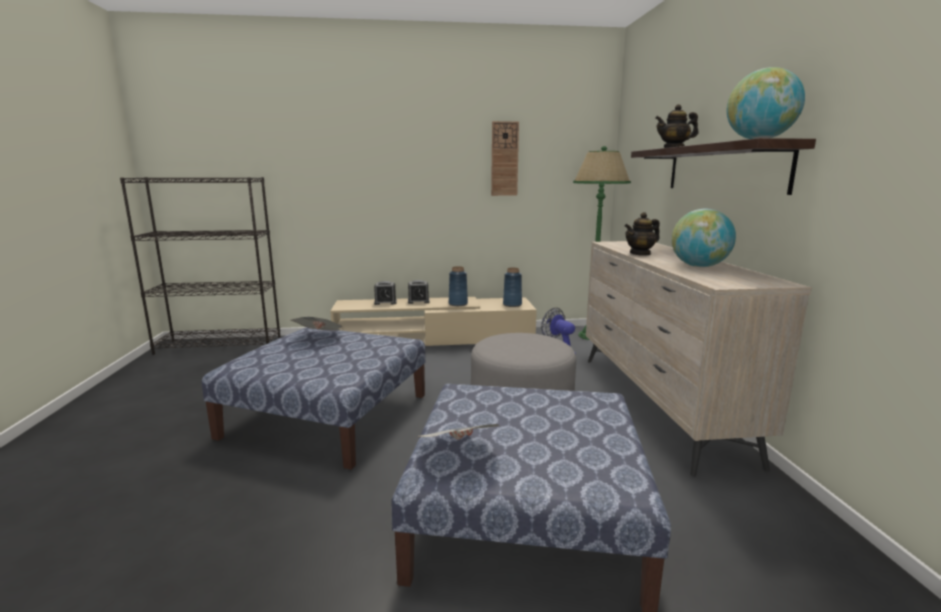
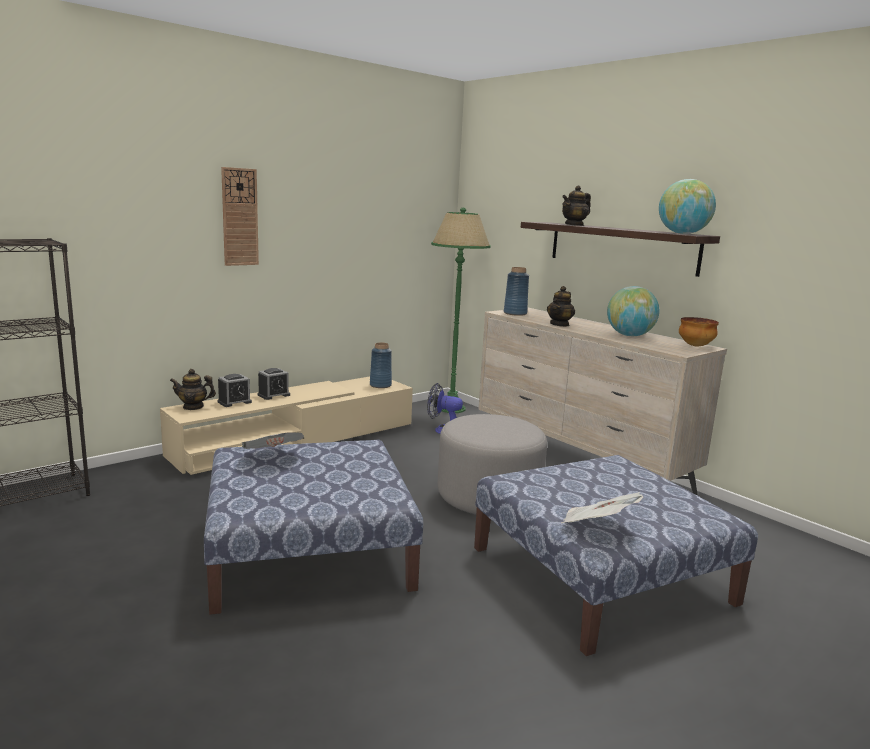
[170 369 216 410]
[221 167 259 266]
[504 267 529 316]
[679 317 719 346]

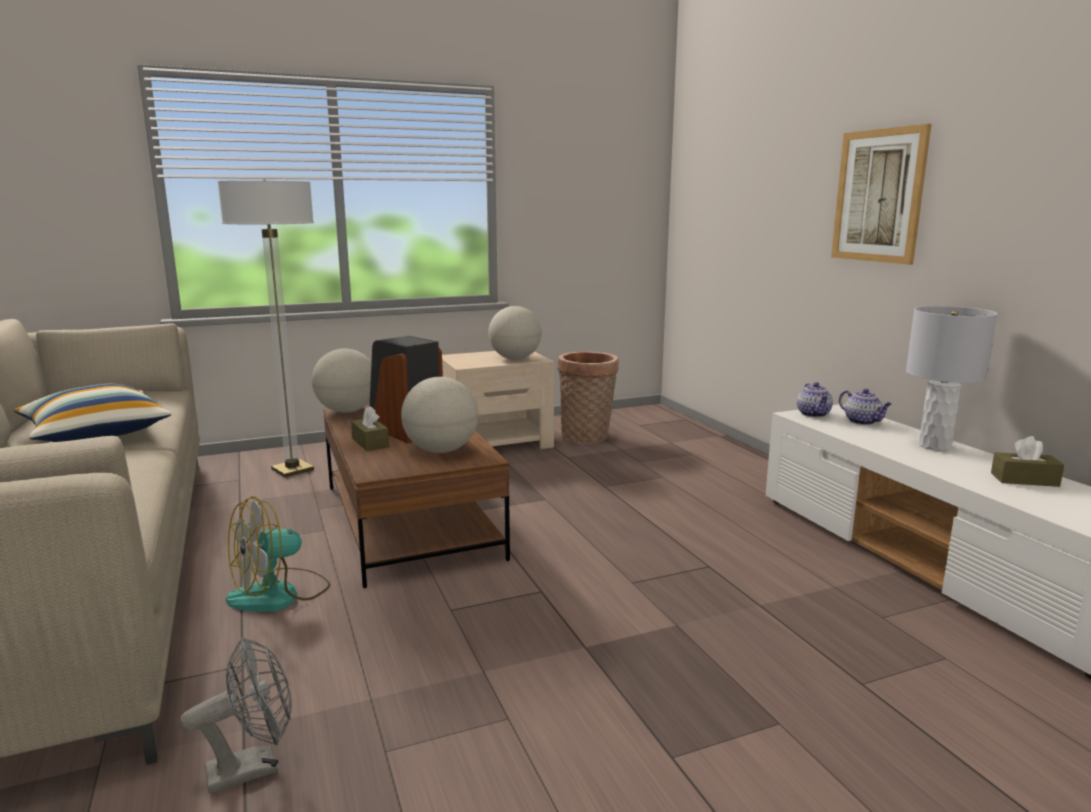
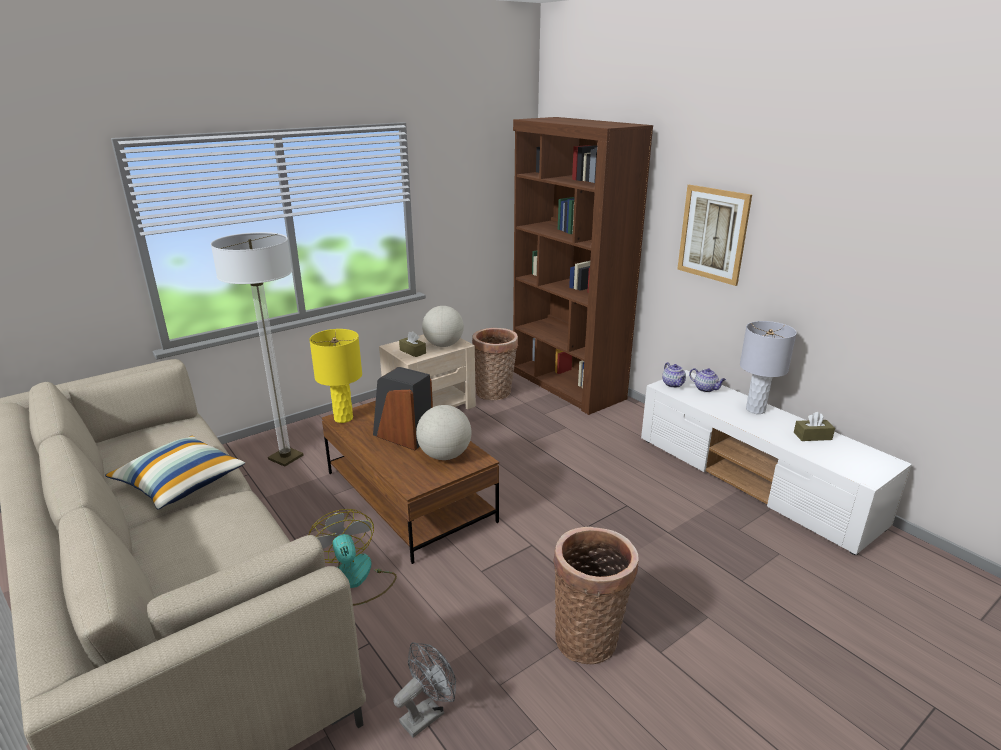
[308 509 397 606]
[309 329 362 423]
[399 331 426 357]
[513 117 653 415]
[553 527 639 664]

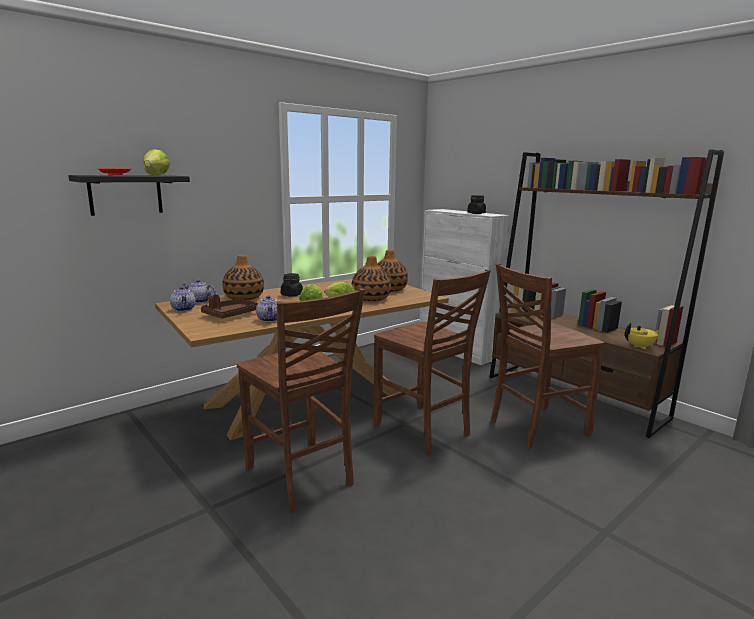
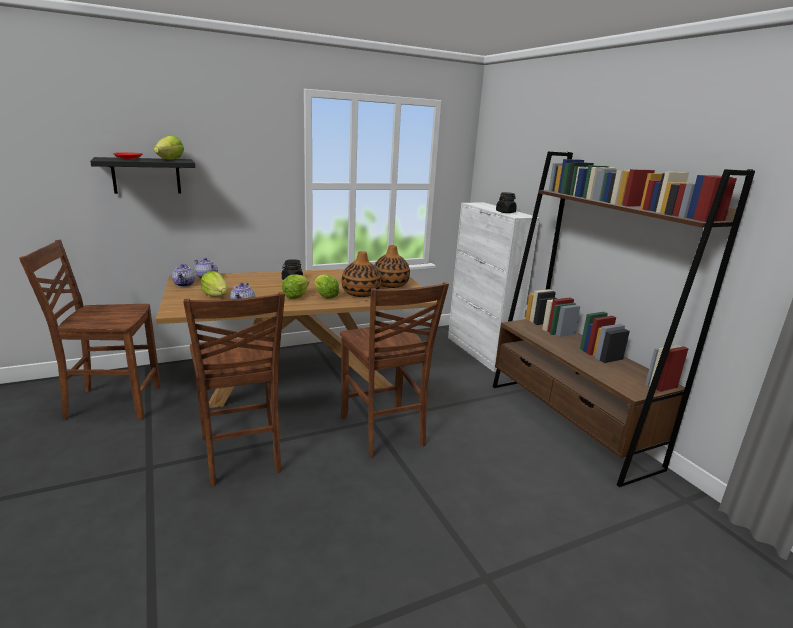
[19 240 161 420]
[201 271 227 297]
[222 255 264 300] (first image)
[625 323 660 350] (first image)

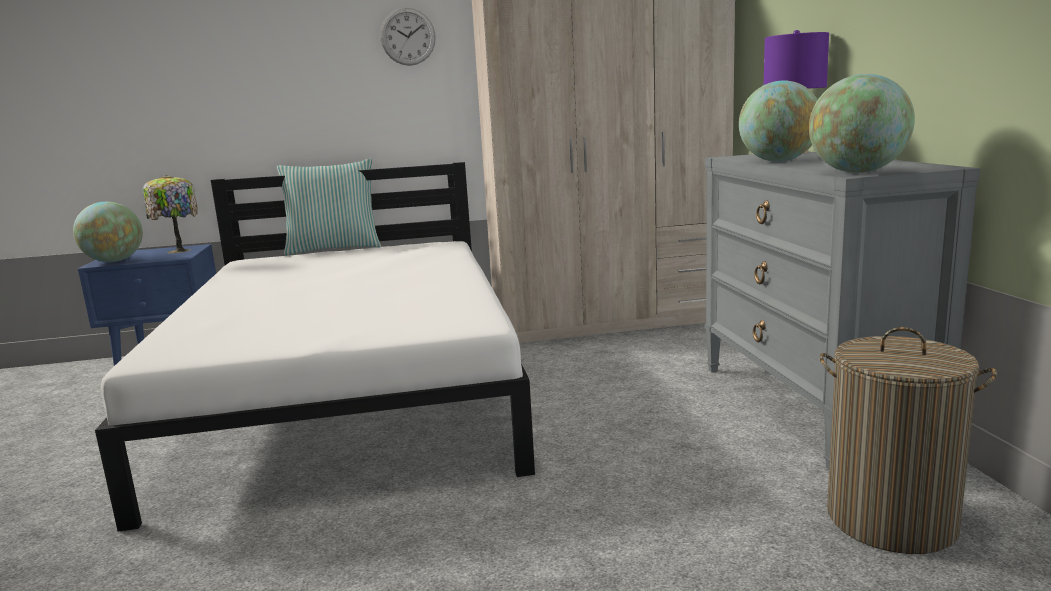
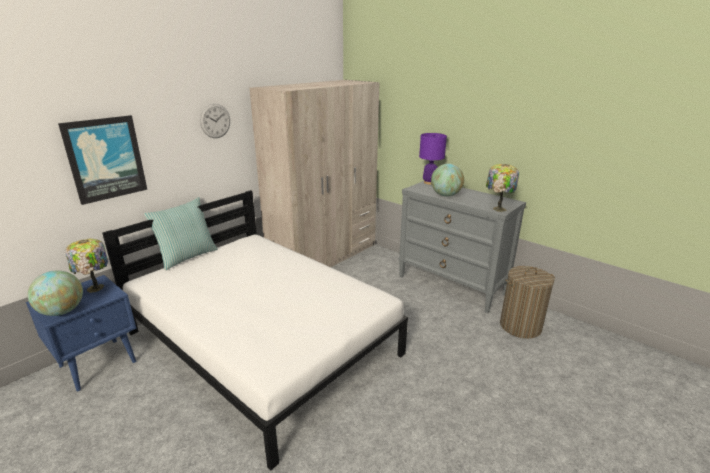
[58 115 147 205]
[486 164 519 212]

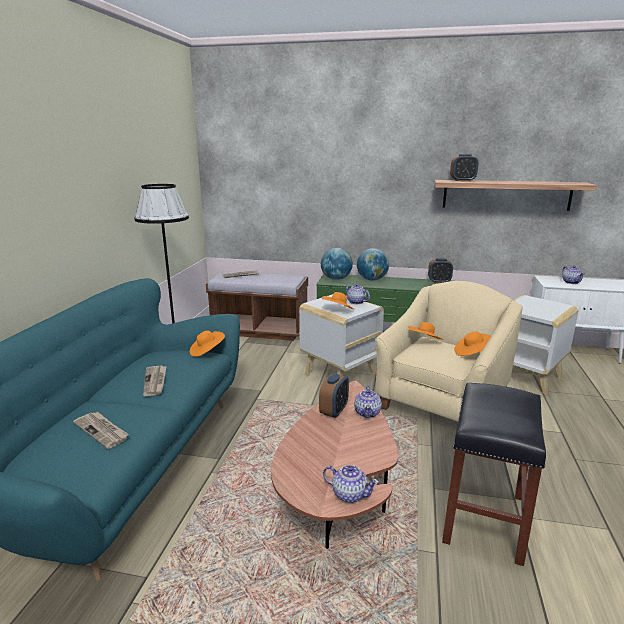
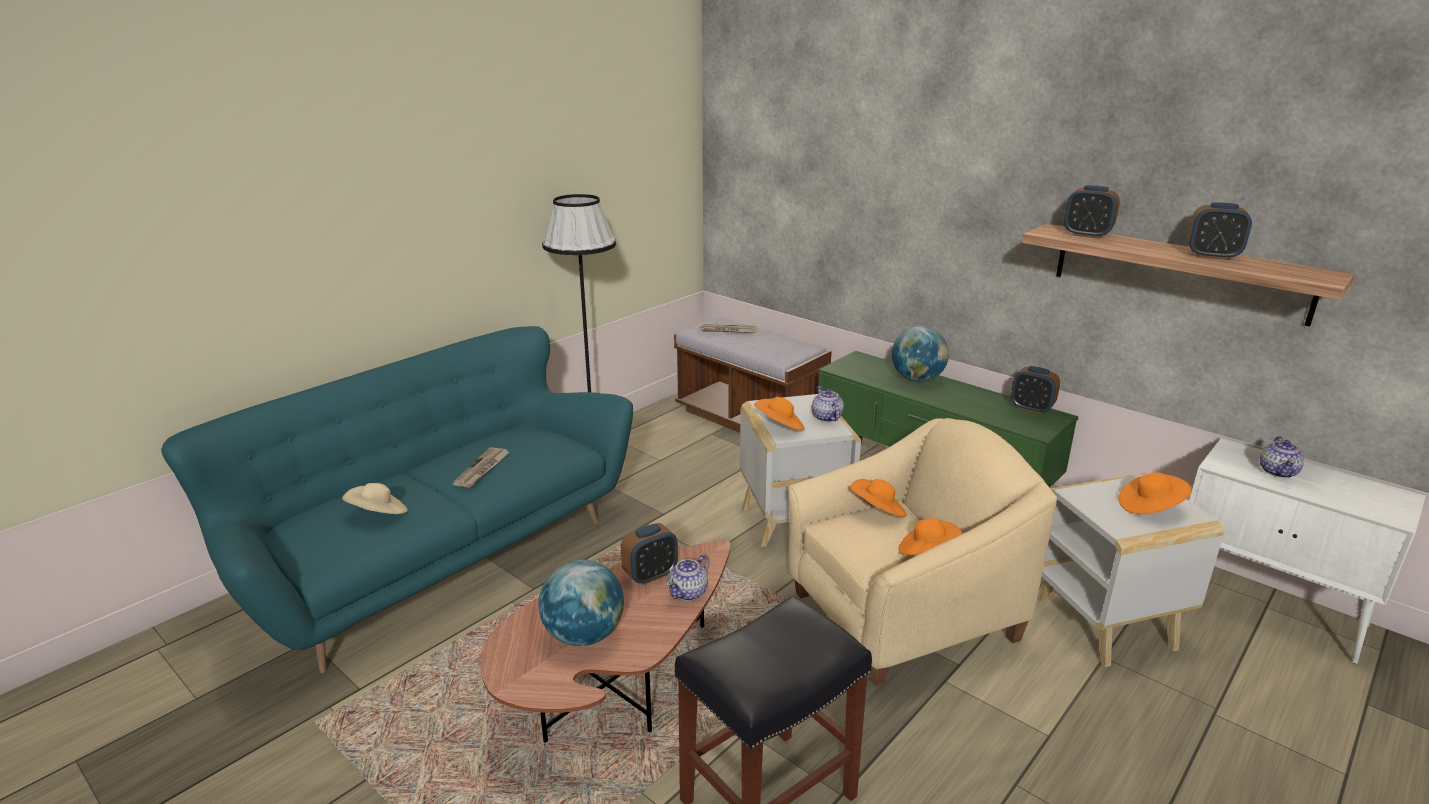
[342 483 408 514]
[538 560 624 646]
[1118 472 1192 514]
[1187 202 1252 260]
[323 465 379 503] (first image)

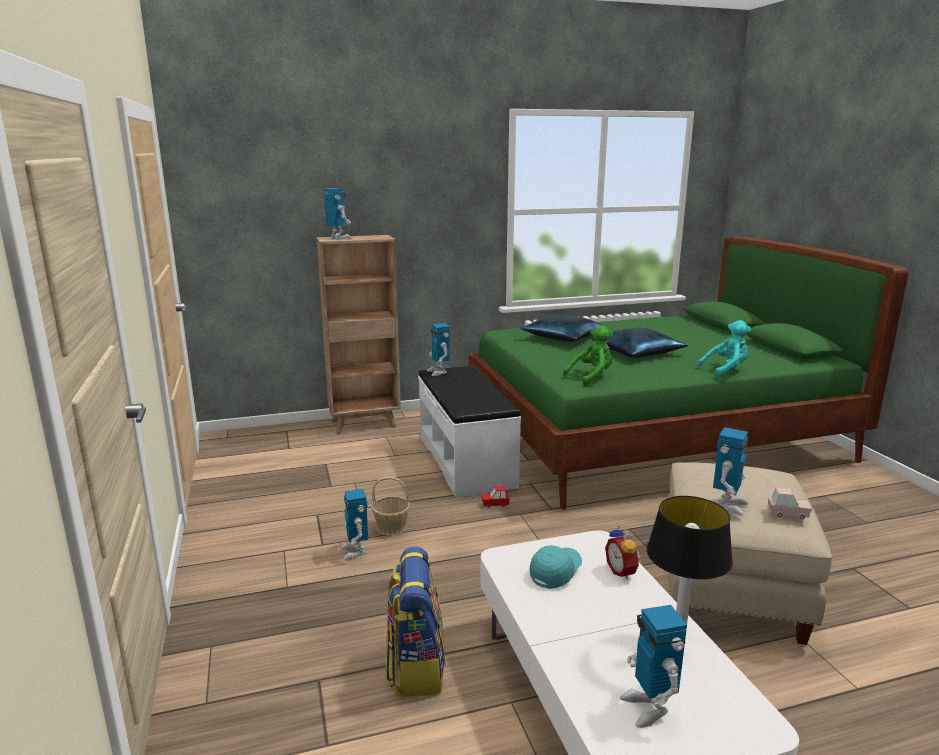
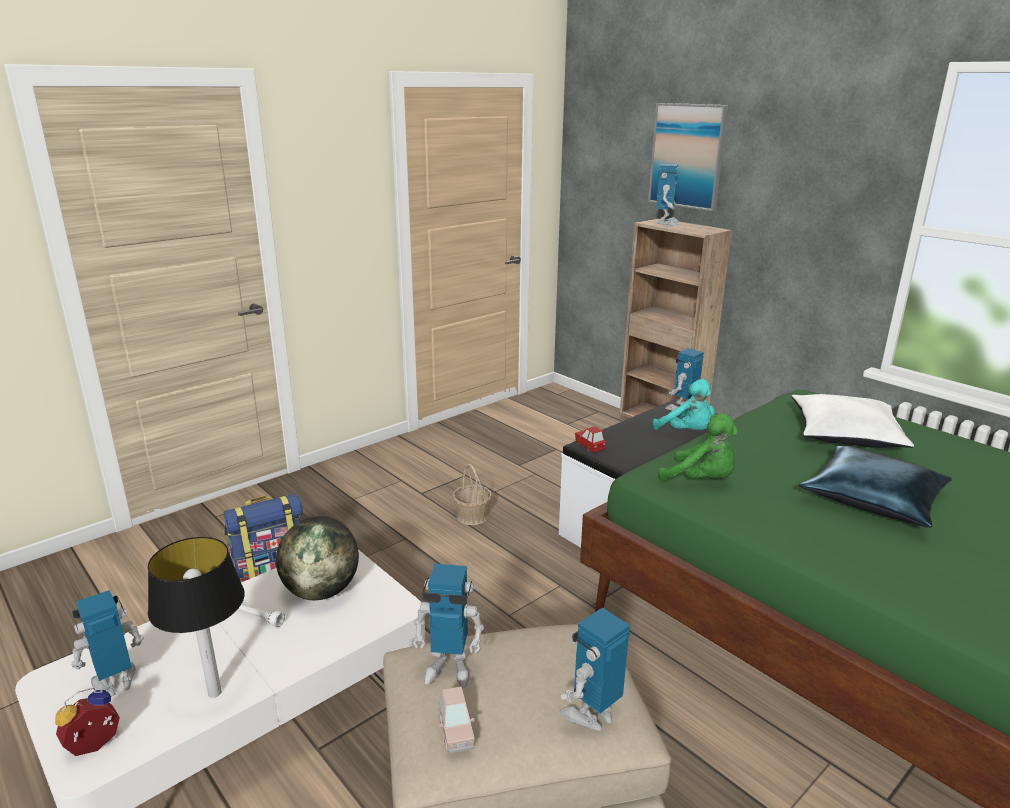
[55 687 120 756]
[237 604 285 627]
[276 516 359 600]
[560 607 630 731]
[575 426 606 452]
[648 103 728 211]
[653 379 715 430]
[792 394 914 448]

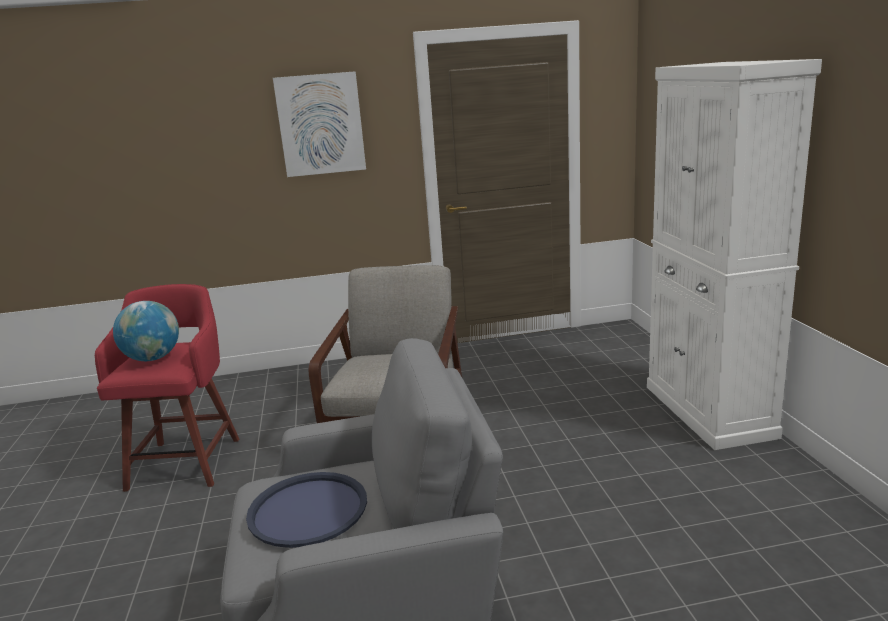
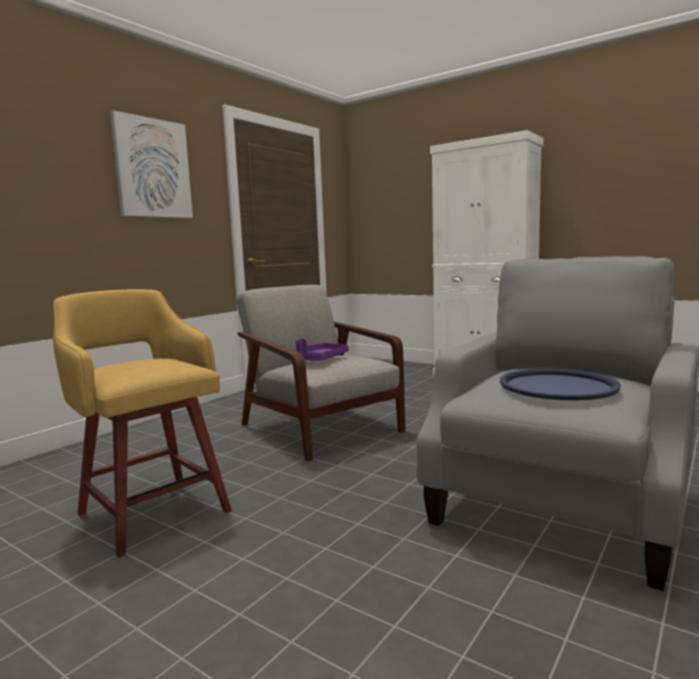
[53 289 232 557]
[294 338 349 361]
[113 301 179 361] (first image)

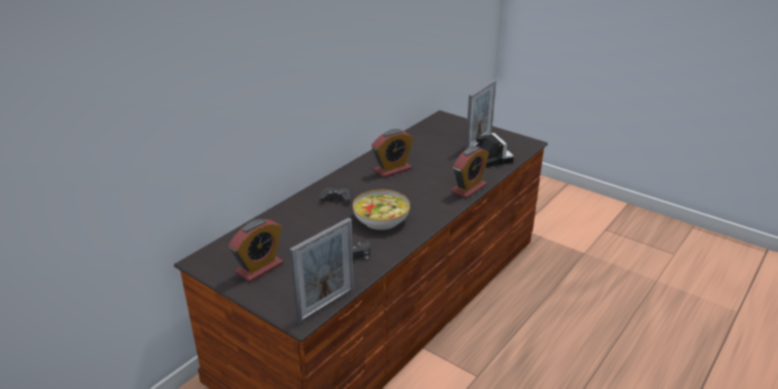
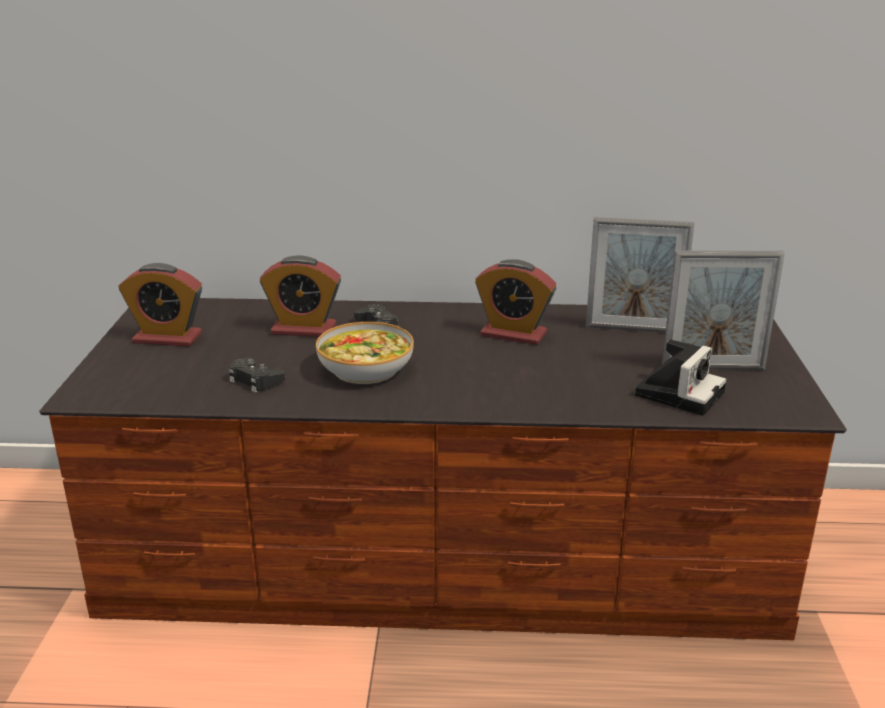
[260 255 341 337]
[586 217 694 333]

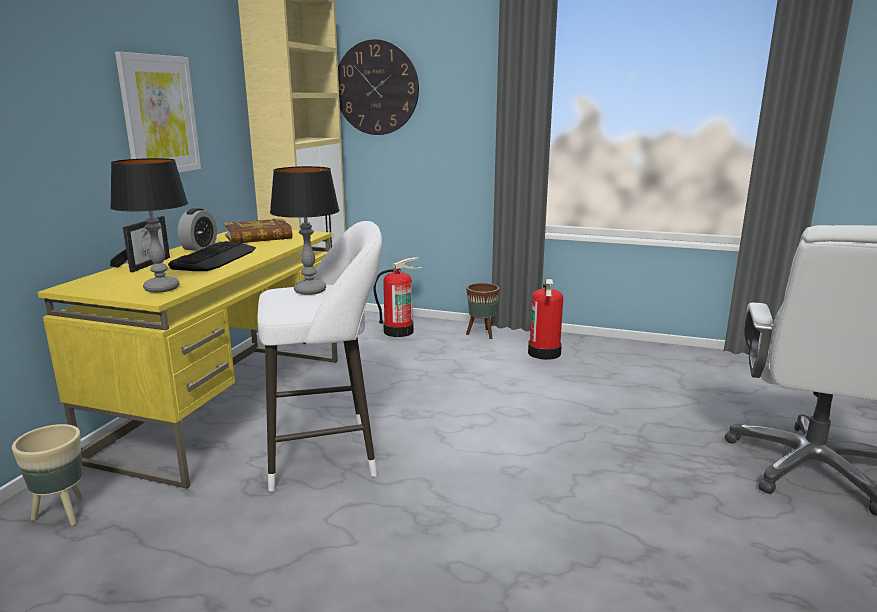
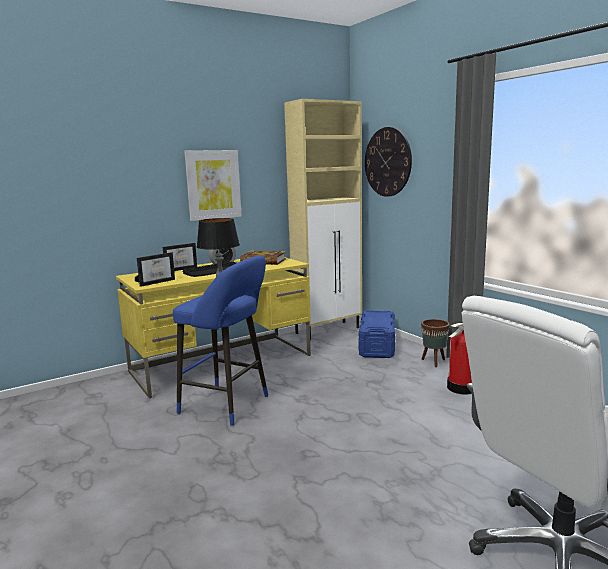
[135 252 175 287]
[173 256 268 426]
[359 310 395 358]
[12 424 84 526] (first image)

